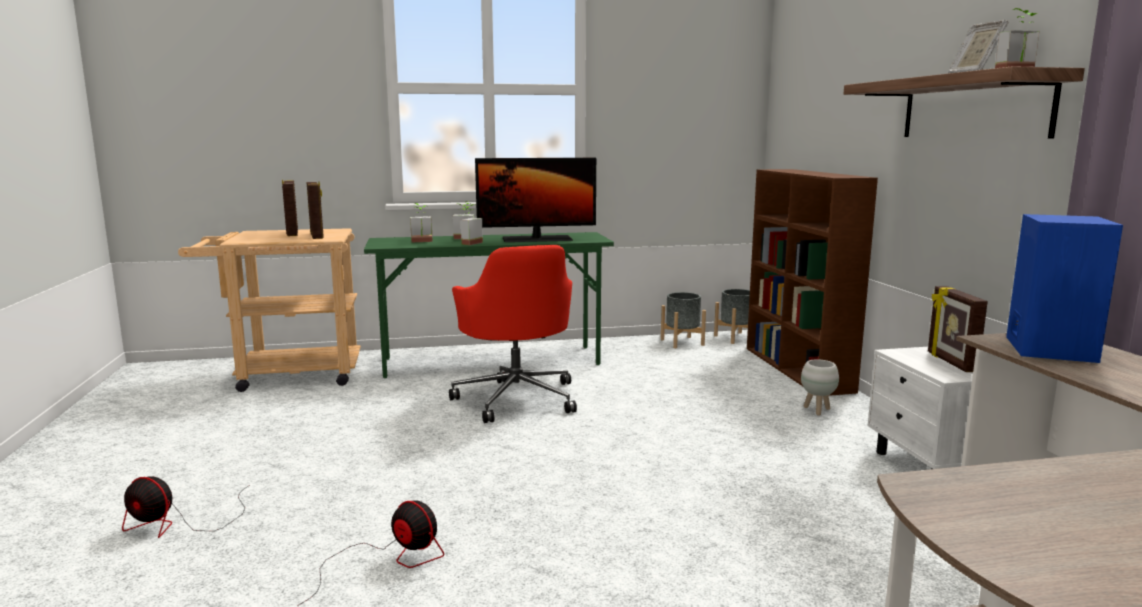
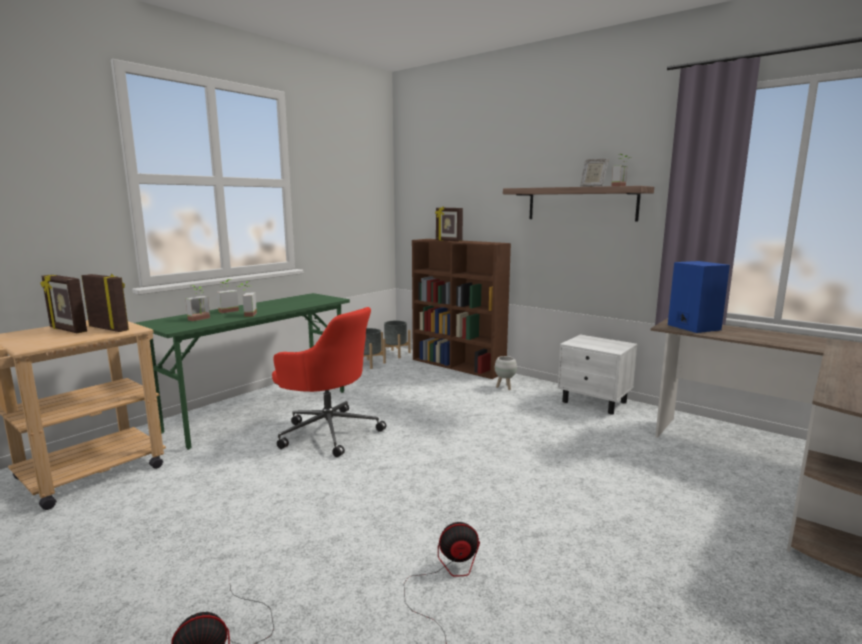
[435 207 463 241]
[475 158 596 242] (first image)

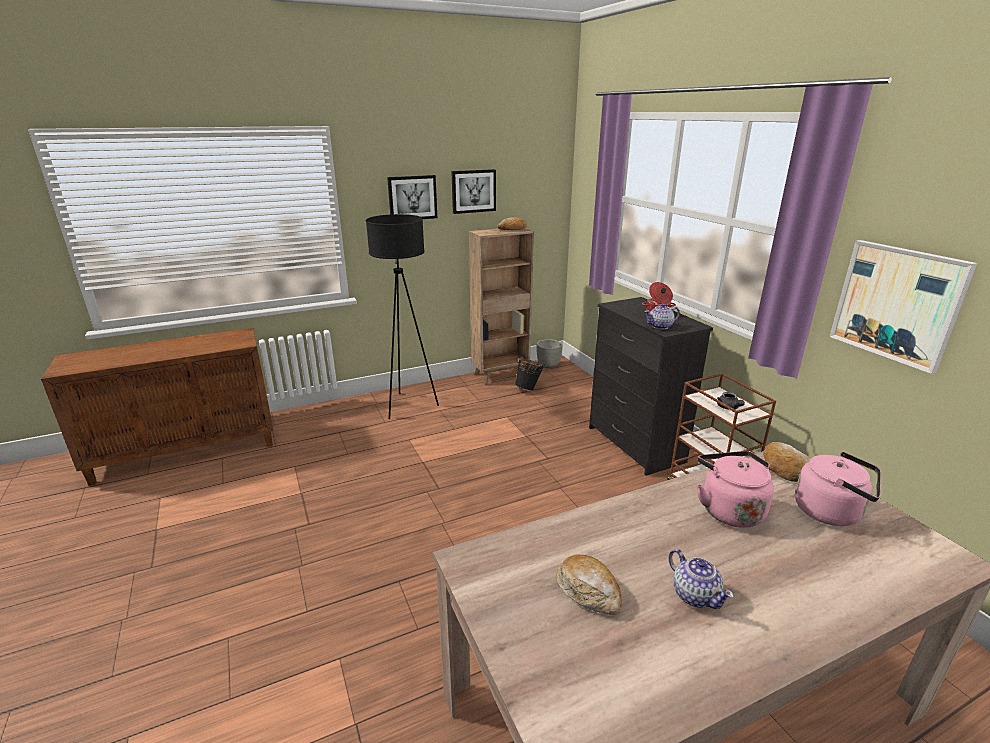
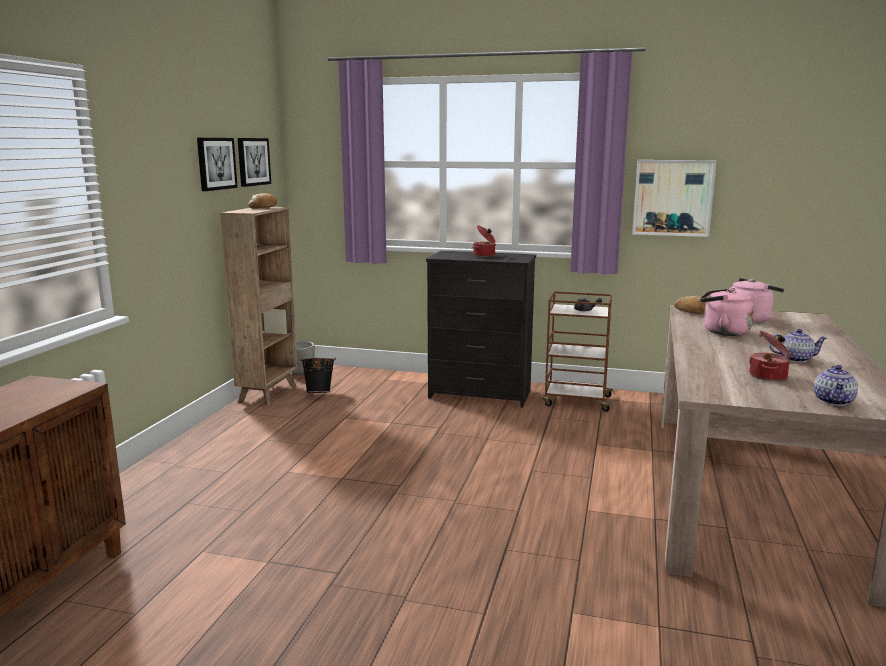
[238 138 271 187]
[749 330 791 381]
[814 365 858 406]
[366 214 439 419] (first image)

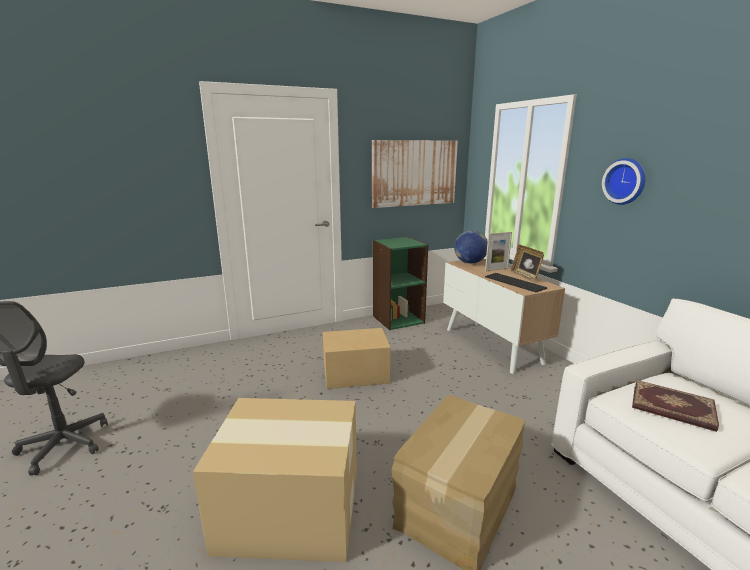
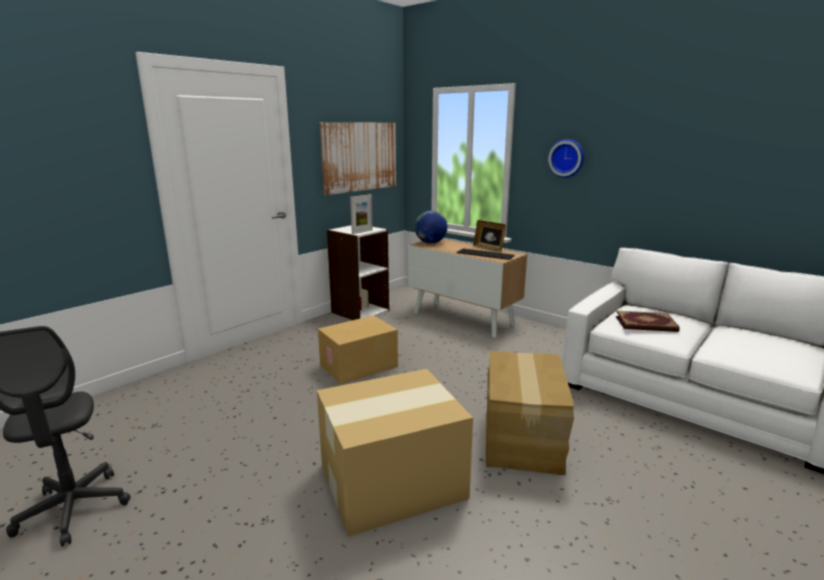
[327 225 389 320]
[350 194 373 234]

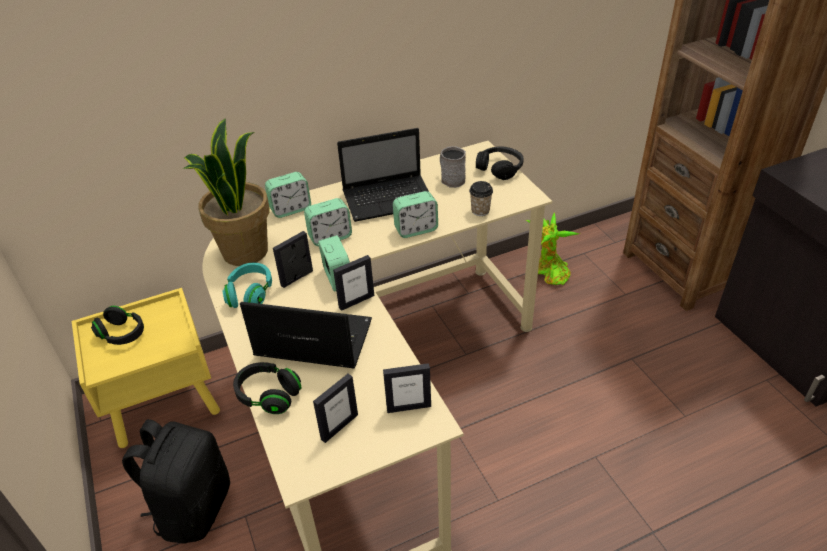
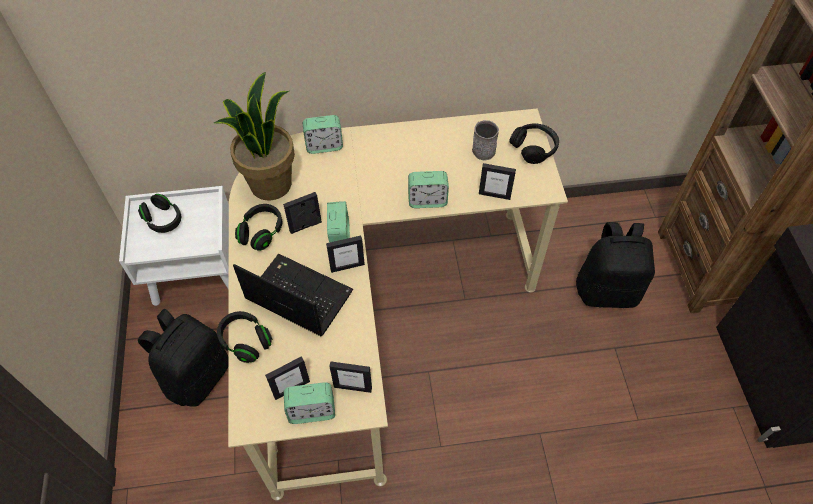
[119 186 229 306]
[235 204 282 251]
[284 382 335 424]
[479 163 516 200]
[576 222 655 308]
[337 128 429 222] (first image)
[525 213 580 285] (first image)

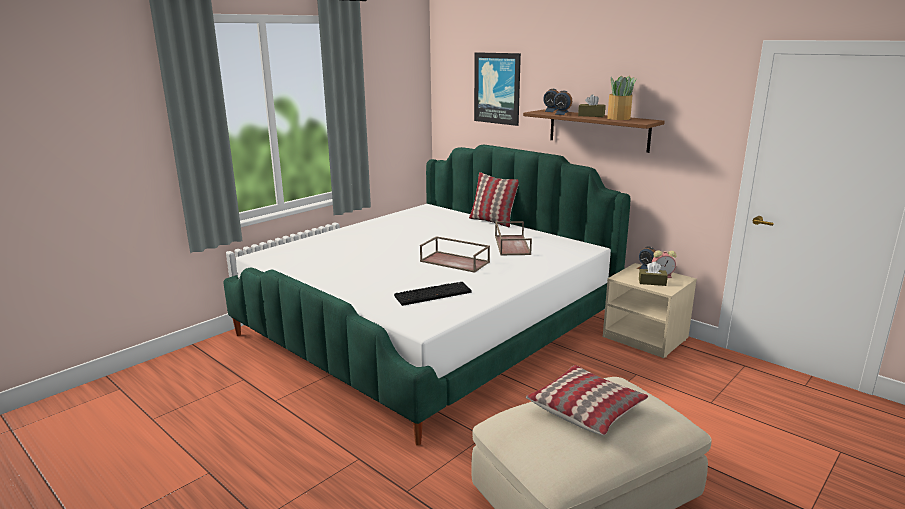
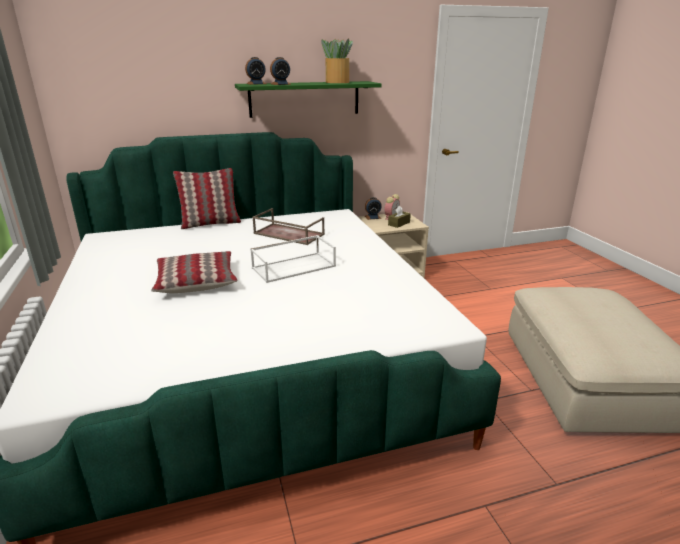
[151 251 238 293]
[235 81 382 118]
[250 235 336 283]
[394 282 471 306] (first image)
[474 52 521 126] (first image)
[578 94 606 117] (first image)

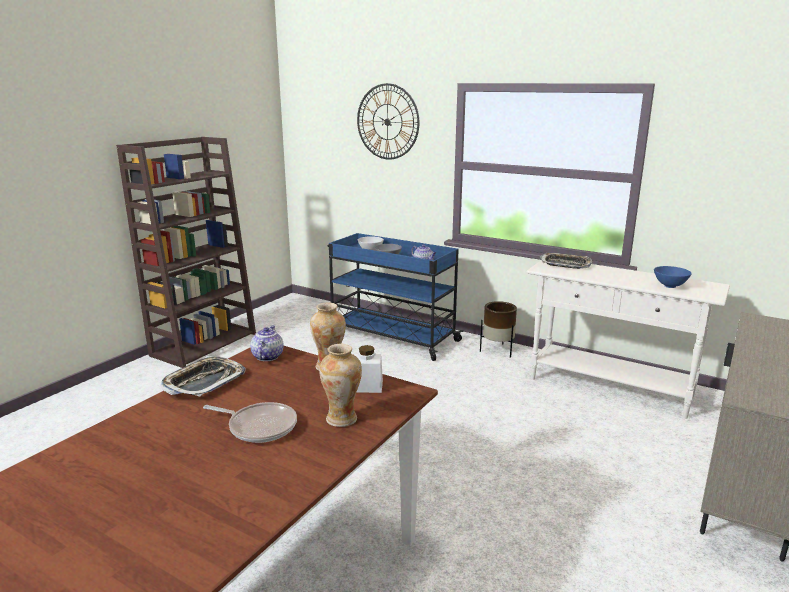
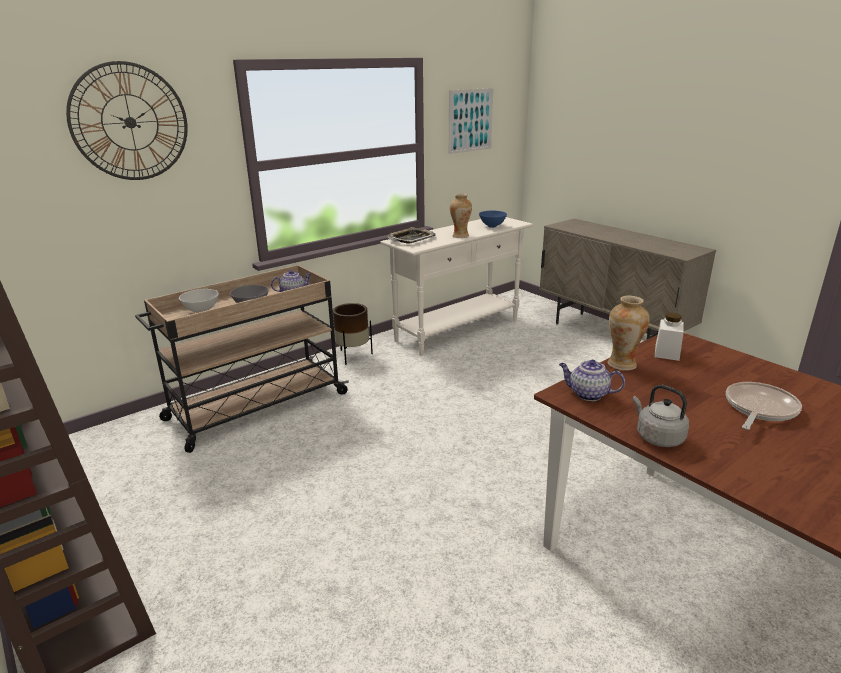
[135 265 349 453]
[449 88 493 154]
[450 194 472 238]
[633 385 689 447]

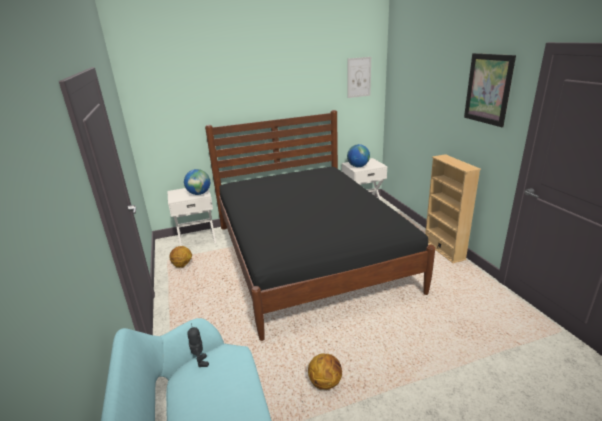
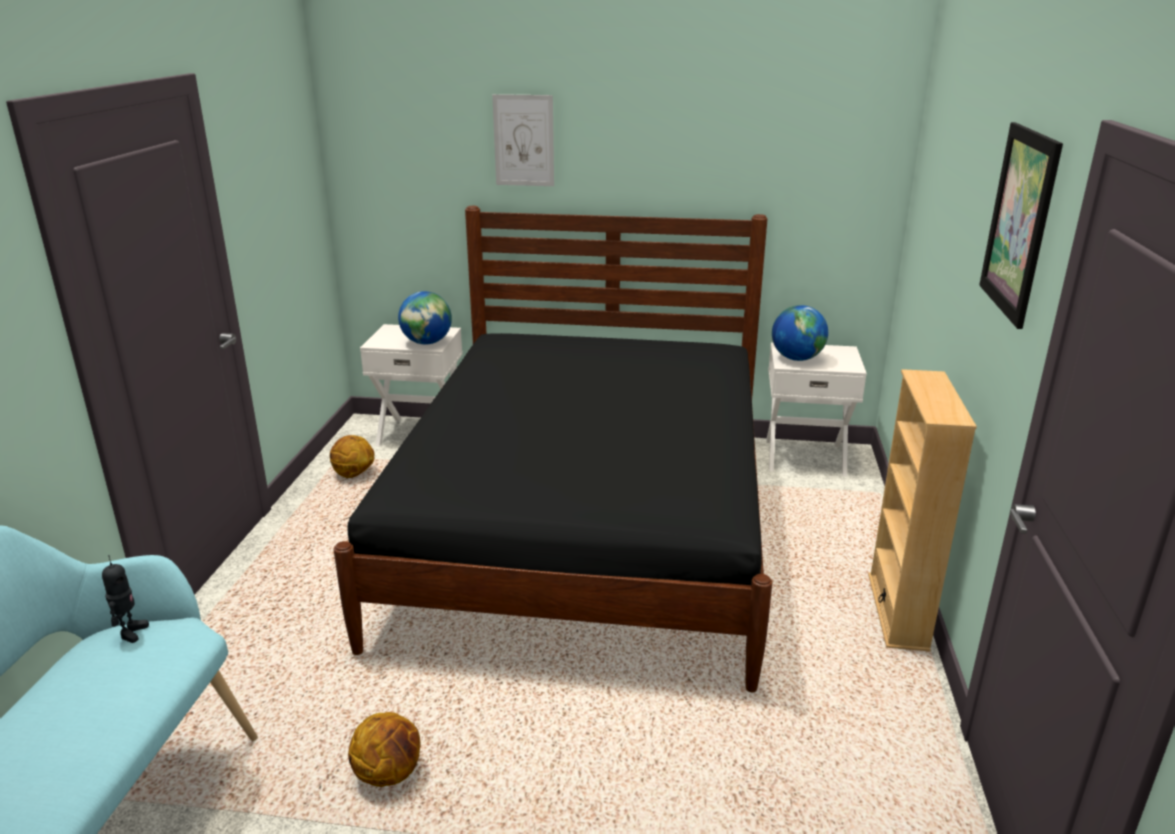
[492 94 554 186]

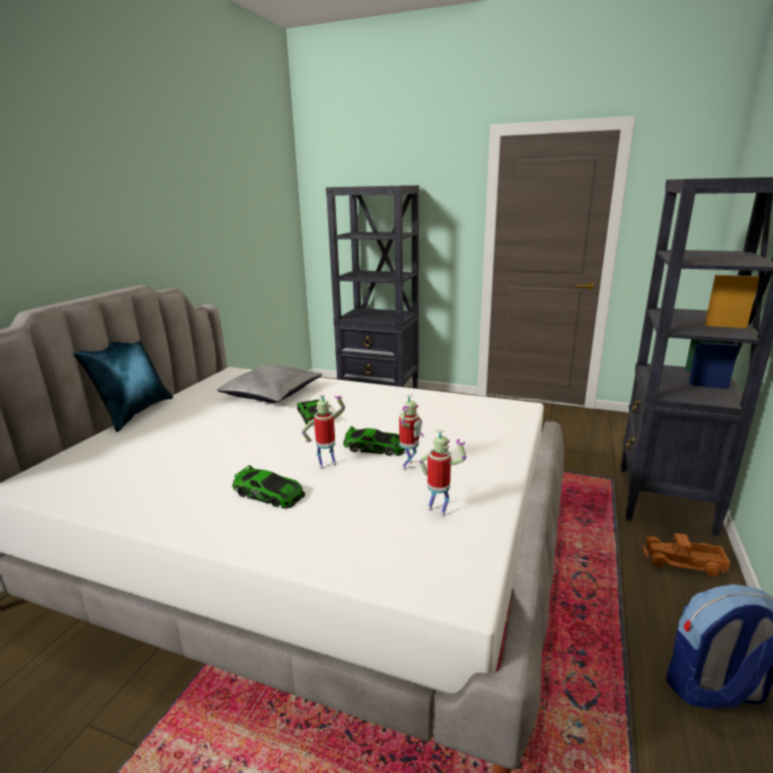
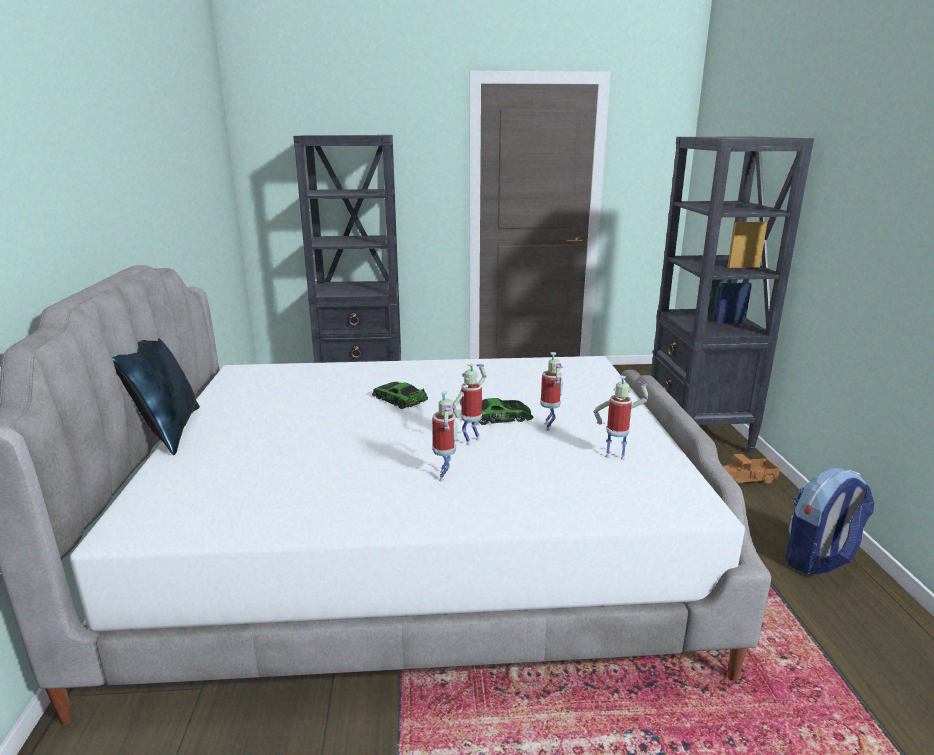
[432 391 458 481]
[217 364 322 403] (first image)

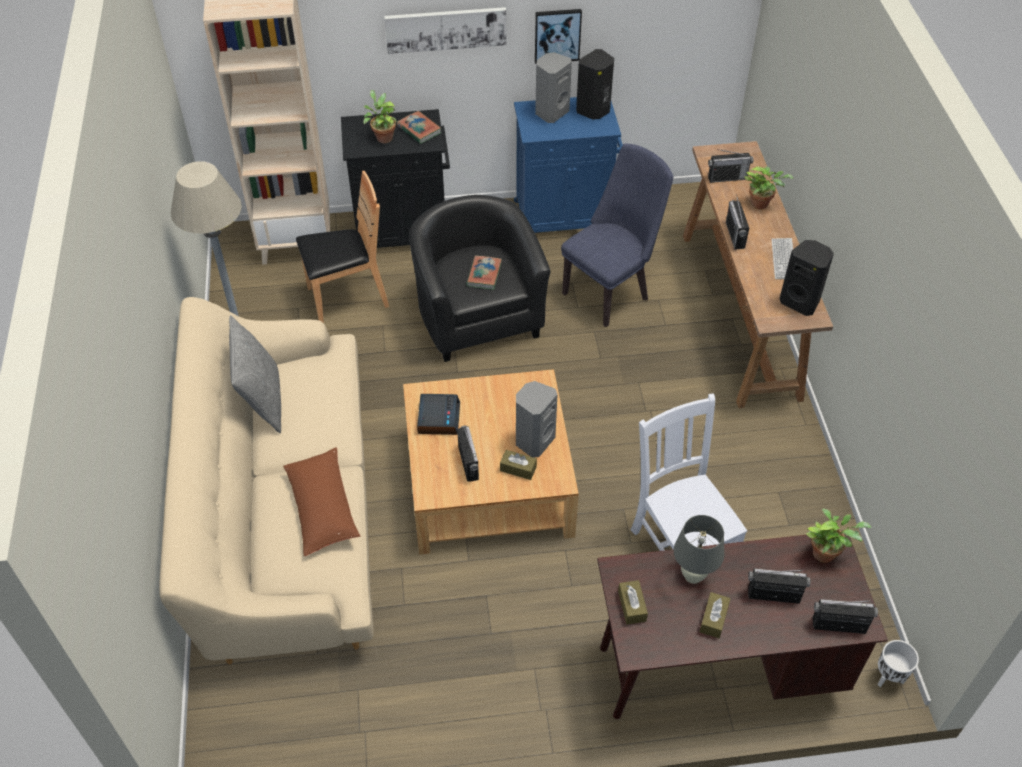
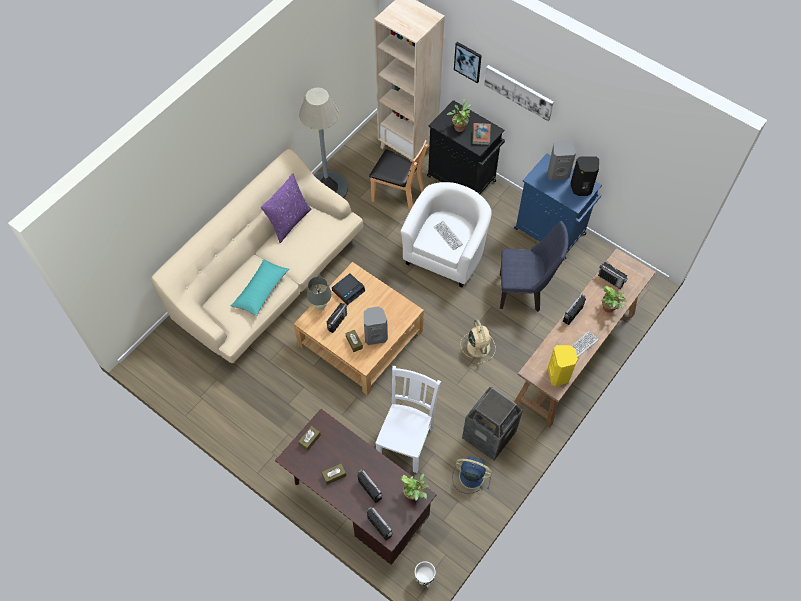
[231 260 289 317]
[261 173 311 243]
[307 277 332 310]
[401 182 492 288]
[434 221 463 251]
[452 457 492 494]
[454 42 482 83]
[460 319 495 364]
[462 387 523 460]
[548 345 578 386]

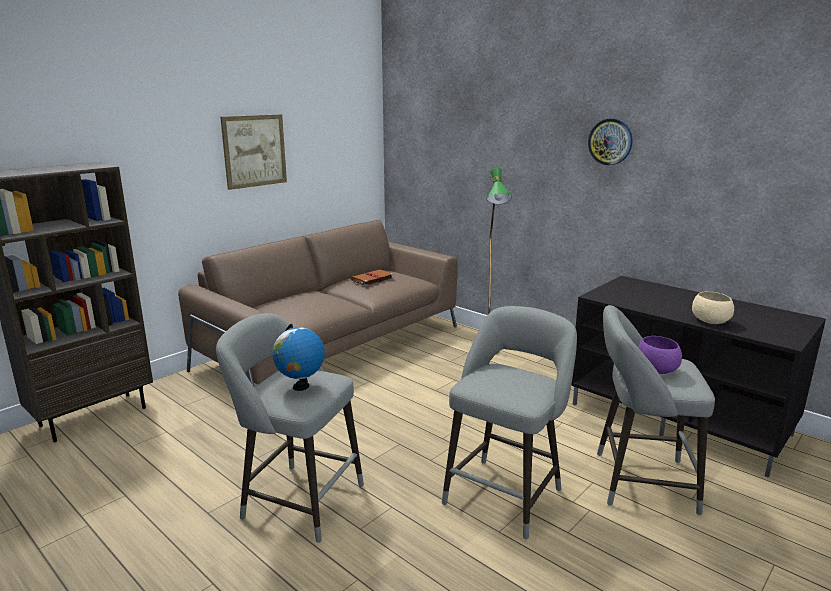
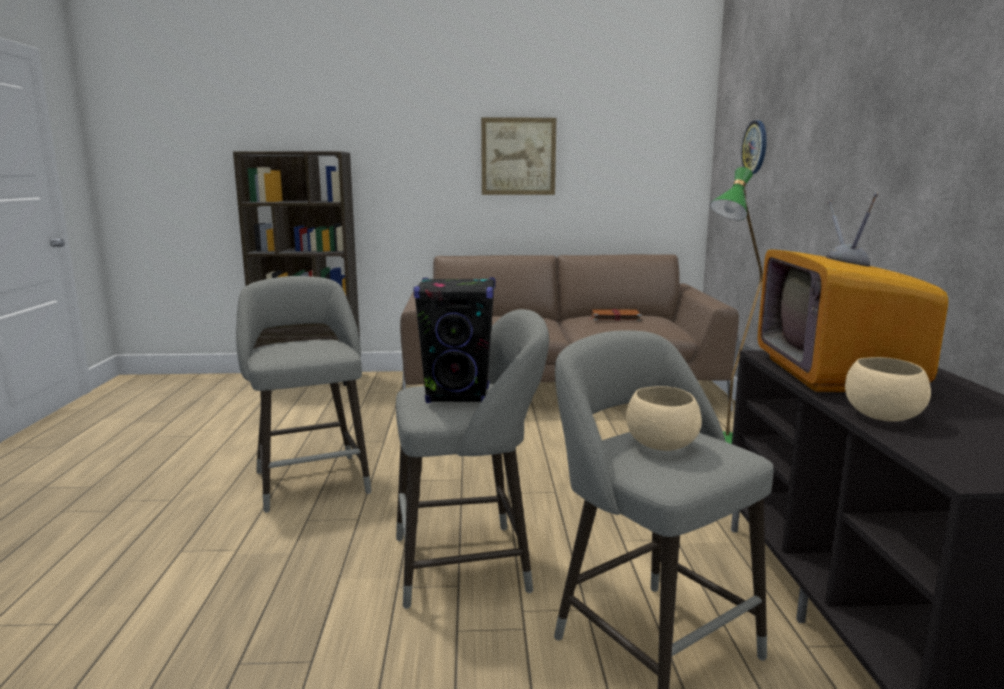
[413 278 495 403]
[626 386 702 451]
[741 120 767 174]
[758 192 948 392]
[272 324 325 391] (first image)

